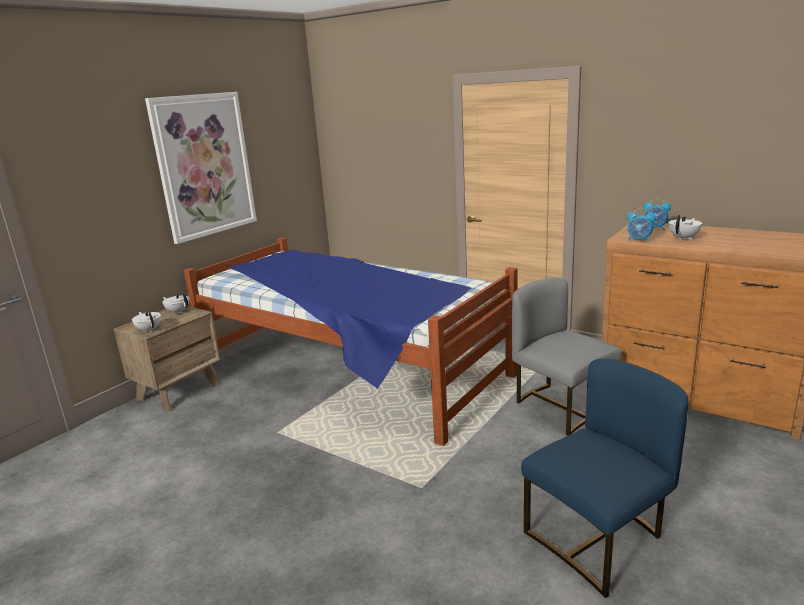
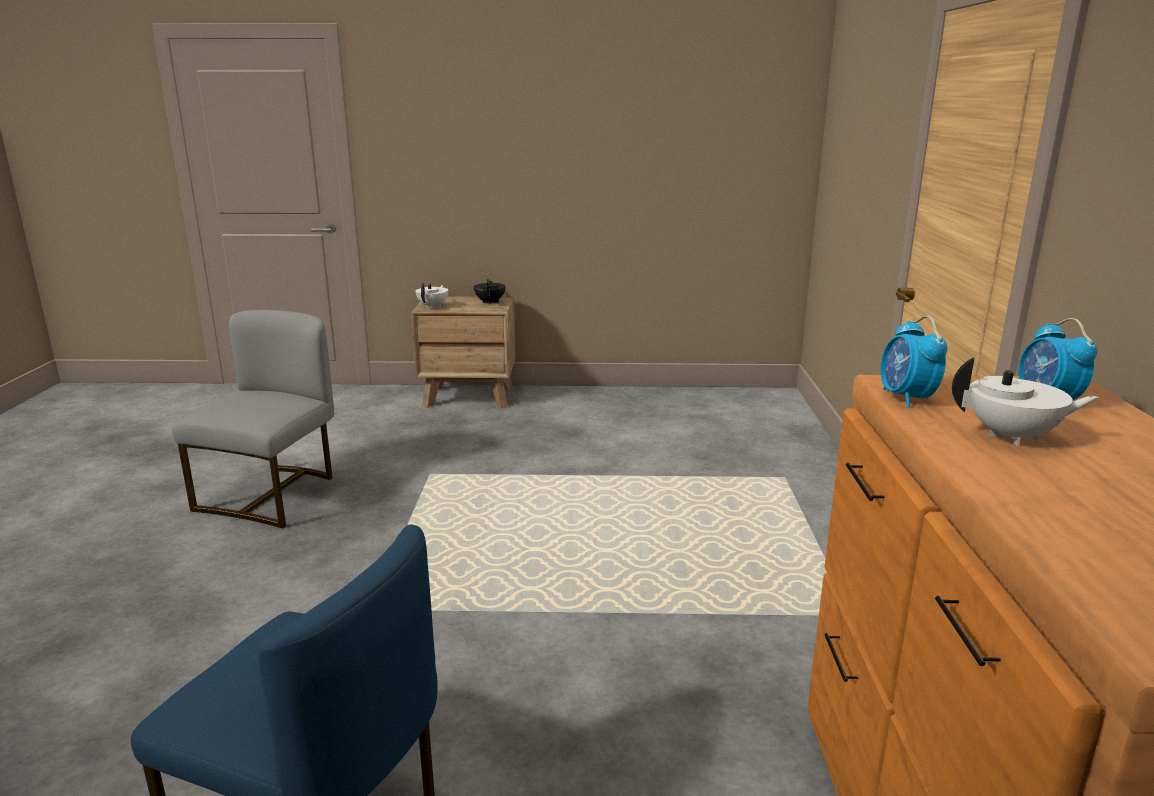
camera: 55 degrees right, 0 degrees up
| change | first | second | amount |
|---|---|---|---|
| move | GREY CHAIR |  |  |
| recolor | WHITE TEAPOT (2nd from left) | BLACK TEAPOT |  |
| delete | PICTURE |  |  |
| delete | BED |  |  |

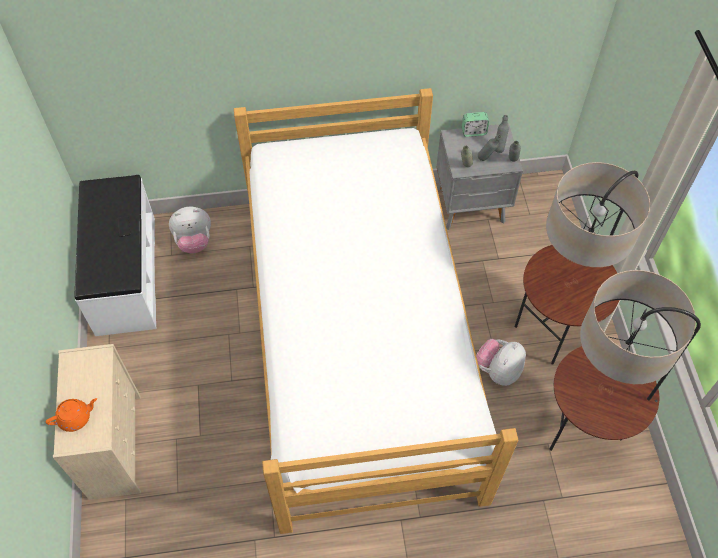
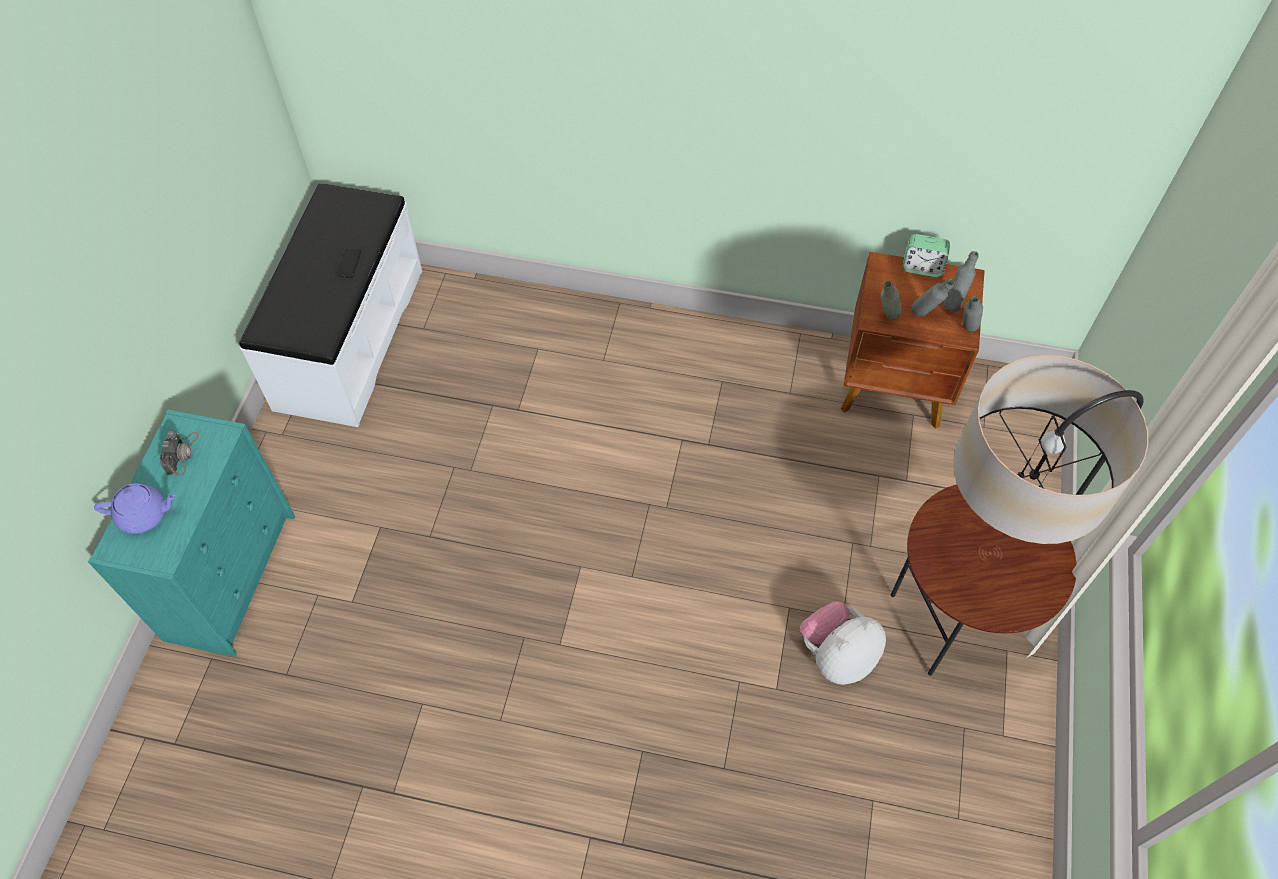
camera: 20 degrees right, 0 degrees up
| change | first | second | amount |
|---|---|---|---|
| recolor | BEIGE DRESSER | TURQUOISE DRESSER |  |
| recolor | ORANGE TEAPOT | PURPLE TEAPOT |  |
| insert |  | PHOTO CAMERA |  |
| recolor | GREY NIGHTSTAND | BROWN NIGHTSTAND |  |
| delete | PLUSH TOY (1st from left) |  |  |
| delete | BED |  |  |
| delete | FLOOR LAMP (2nd from left) |  |  |

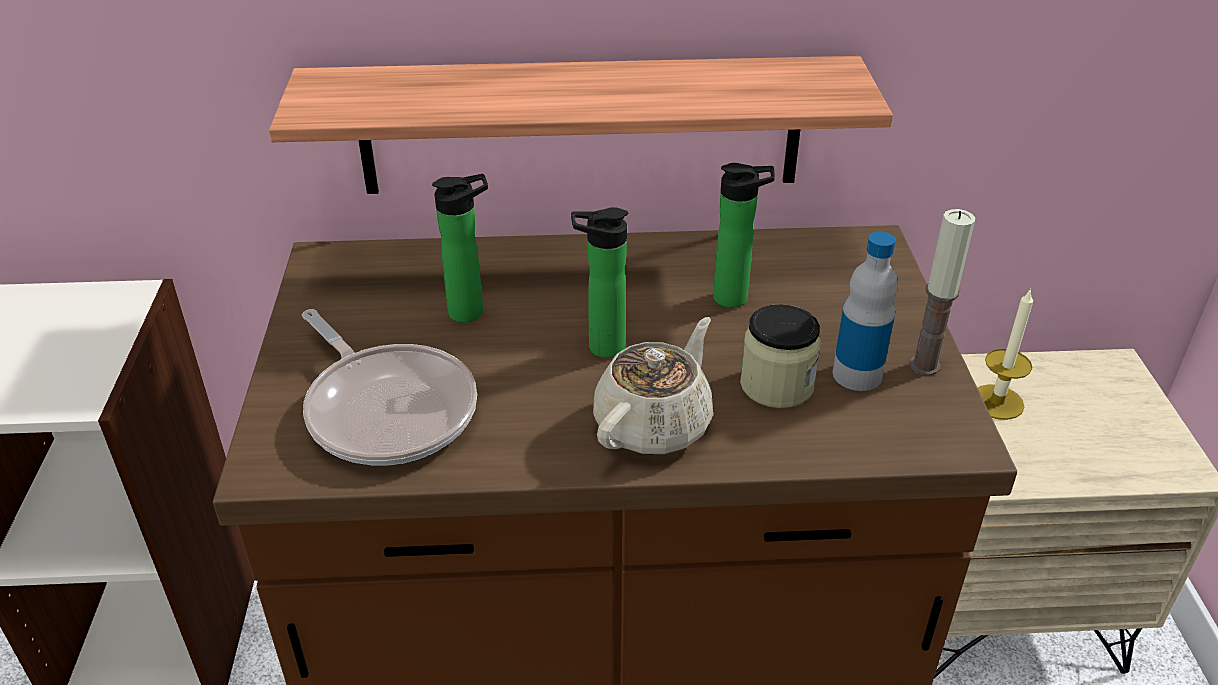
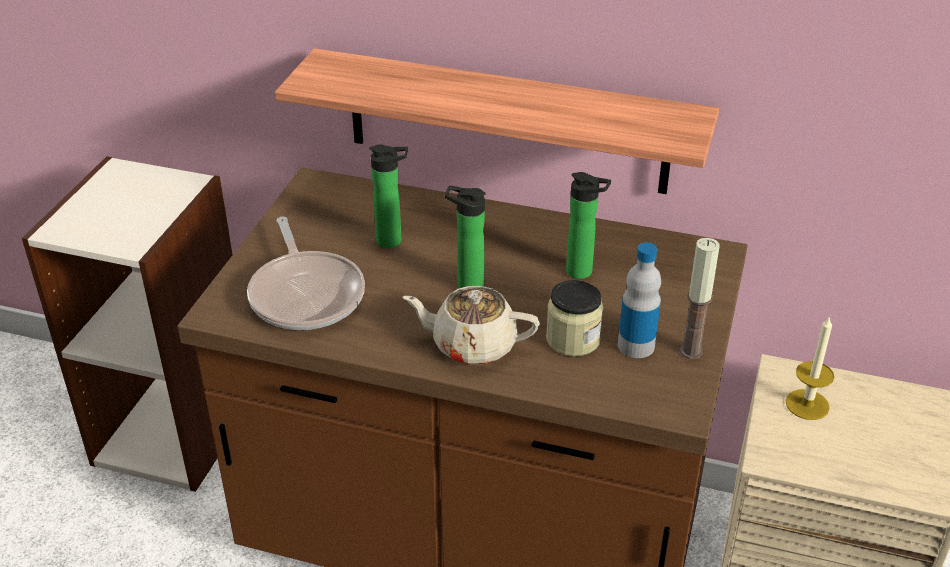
camera: 20 degrees right, 0 degrees up
| change | first | second | amount |
|---|---|---|---|
| rotate | BEIGE TEAPOT |  | 135 degrees counterclockwise |

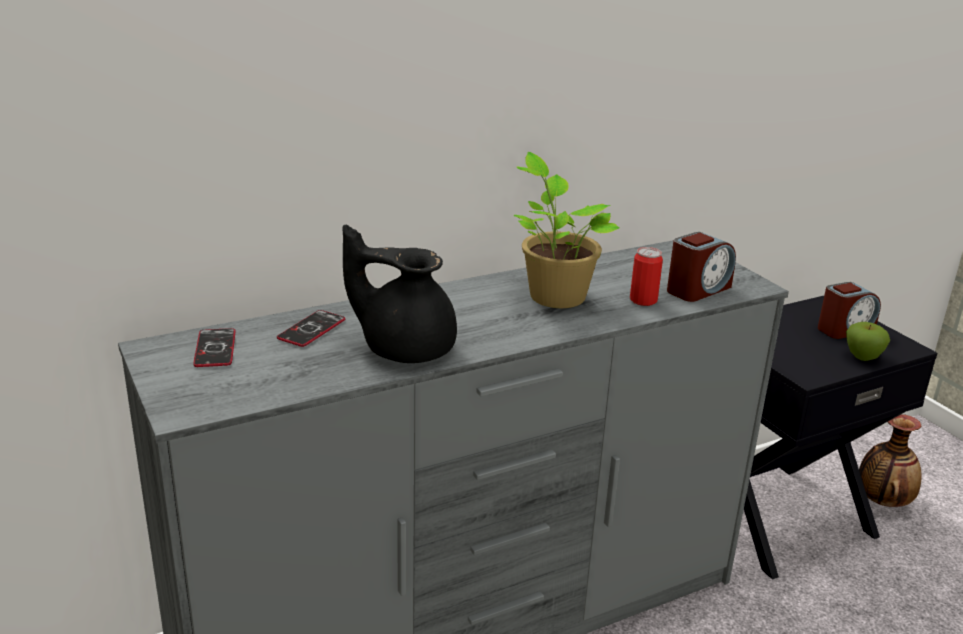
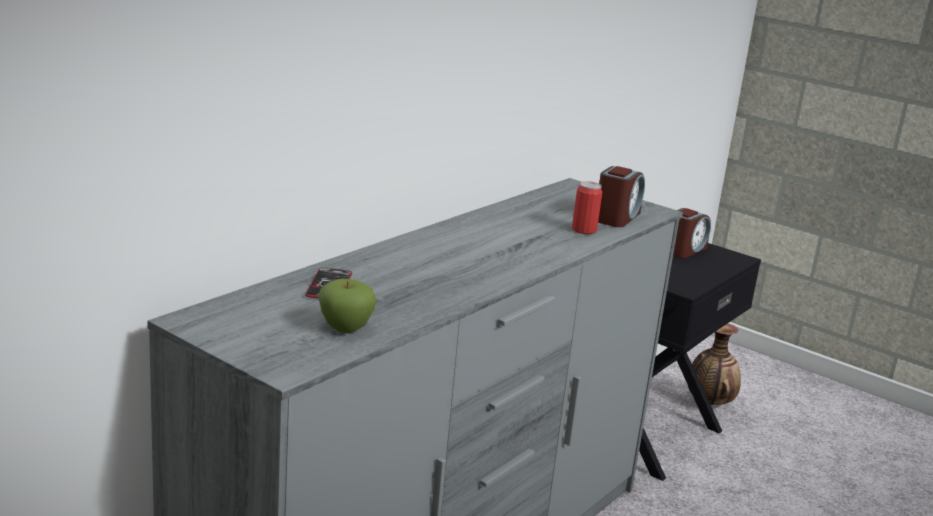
camera: 25 degrees left, 5 degrees down
| change | first | second | amount |
|---|---|---|---|
| move | APPLE |  |  |
| delete | PHONE (1st from left) |  |  |
| delete | BLACK TEAPOT |  |  |
| delete | POTTED PLANT |  |  |

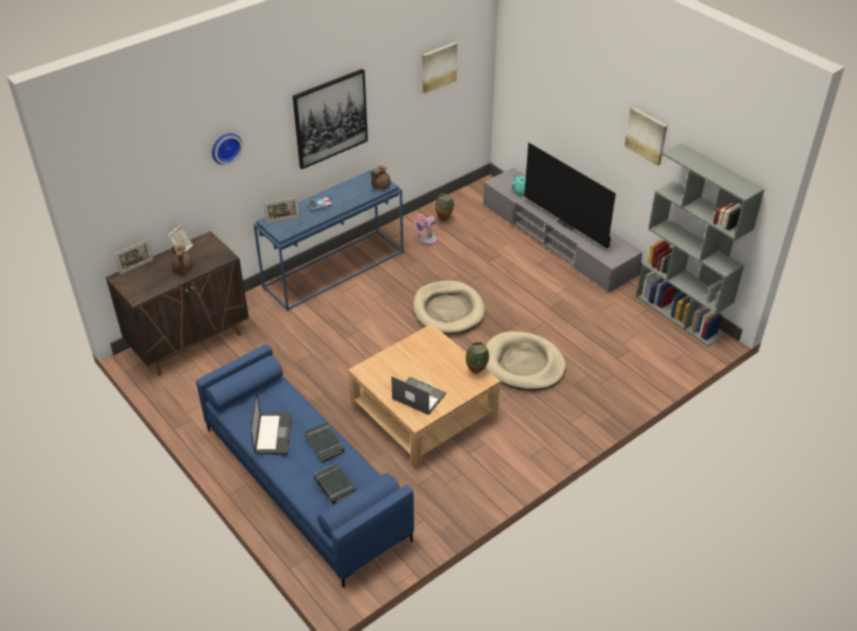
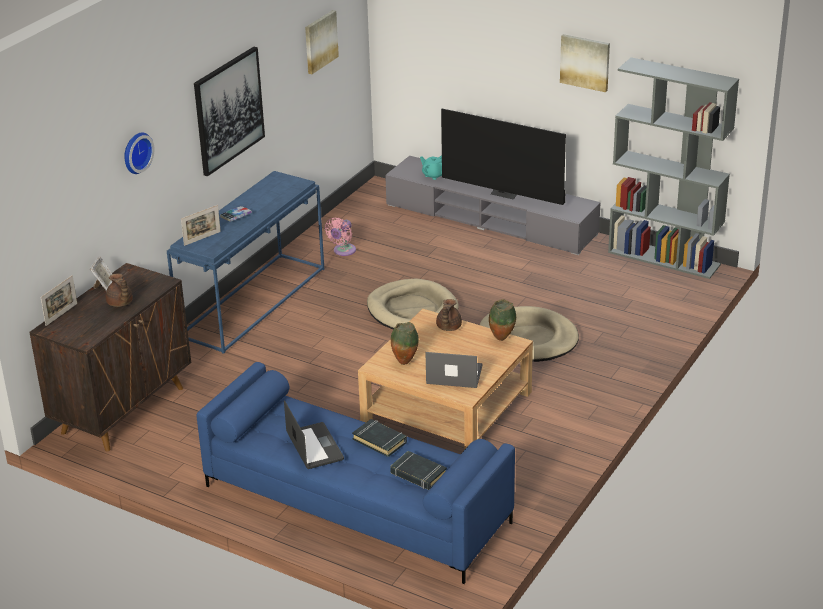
camera: 20 degrees left, 10 degrees down
| change | first | second | amount |
|---|---|---|---|
| move | VASE (1st from left) |  |  |
| move | BROWN TEAPOT (2nd from left) |  |  |

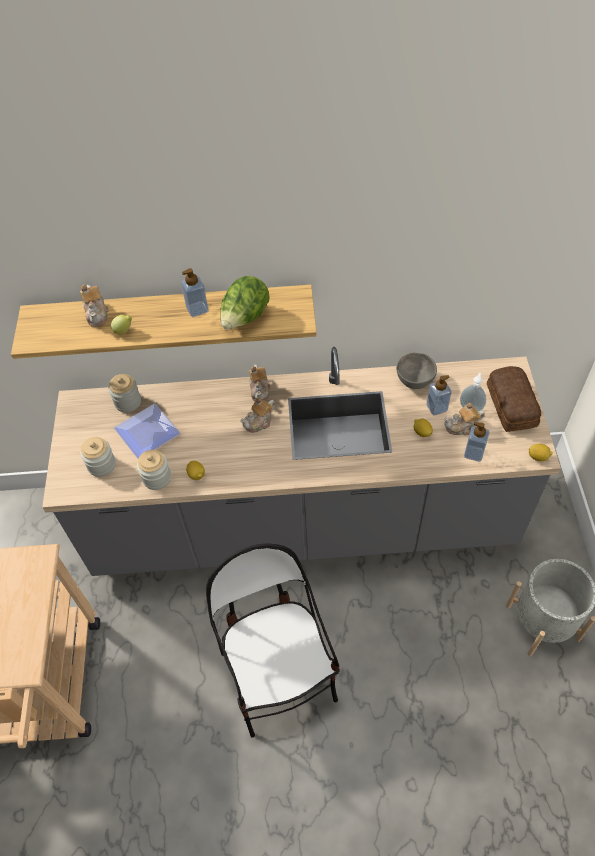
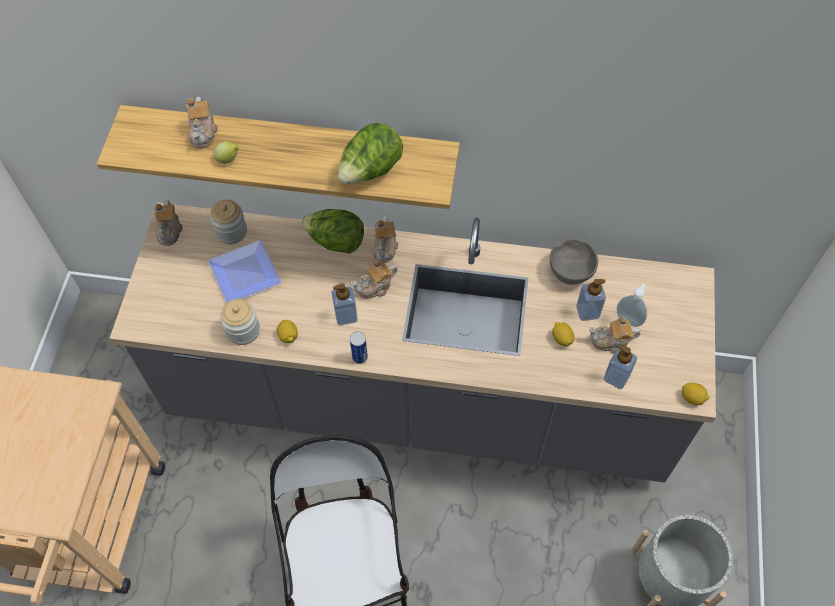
camera: 10 degrees right, 5 degrees up
| change | first | second | amount |
|---|---|---|---|
| insert |  | TEAPOT (1st from left) |  |
| insert |  | LETTUCE (1st from left) |  |
| move | SOAP DISPENSER (1st from left) |  |  |
| insert |  | CAN |  |
| delete | JAR (1st from left) |  |  |
| delete | BREAD |  |  |

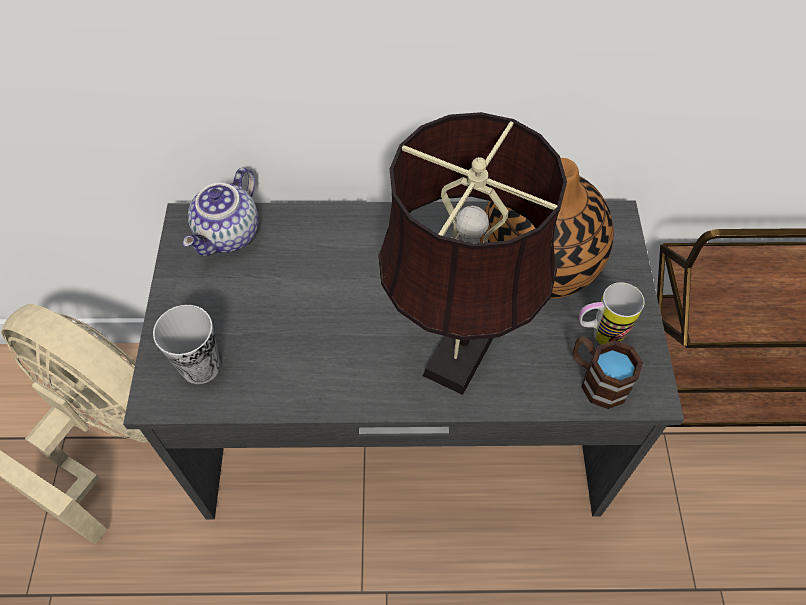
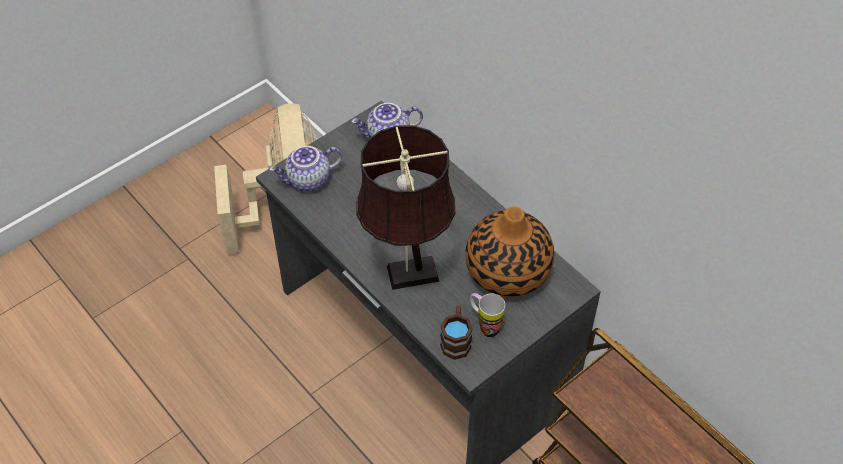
camera: 50 degrees right, 5 degrees down
| change | first | second | amount |
|---|---|---|---|
| replace | CUP | TEAPOT (1st from left) |  |

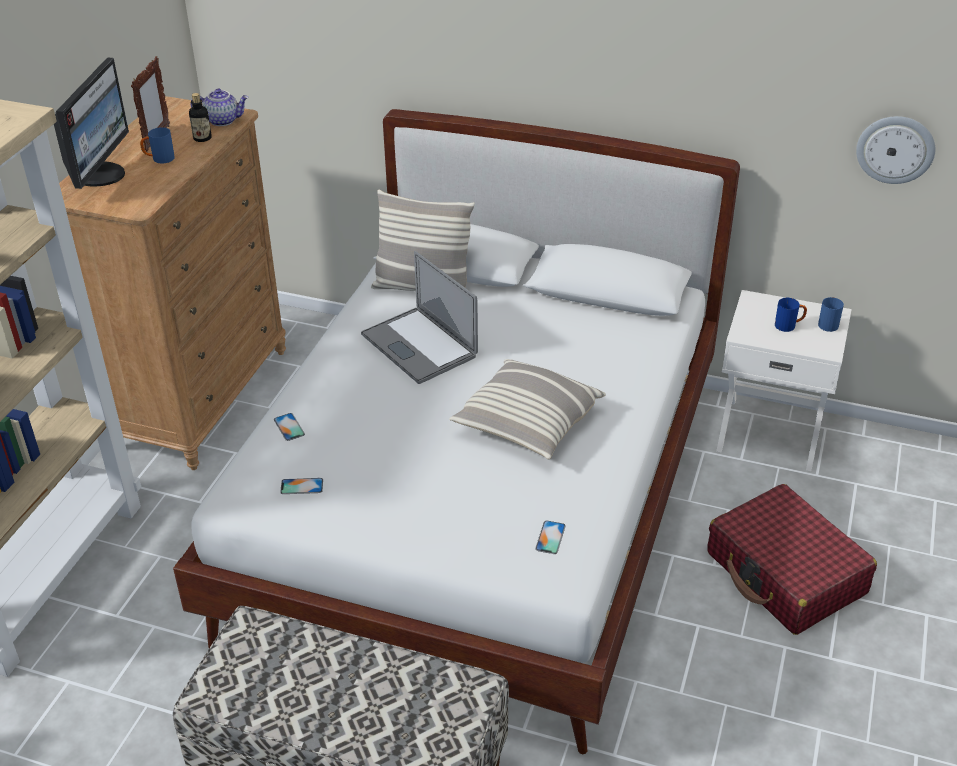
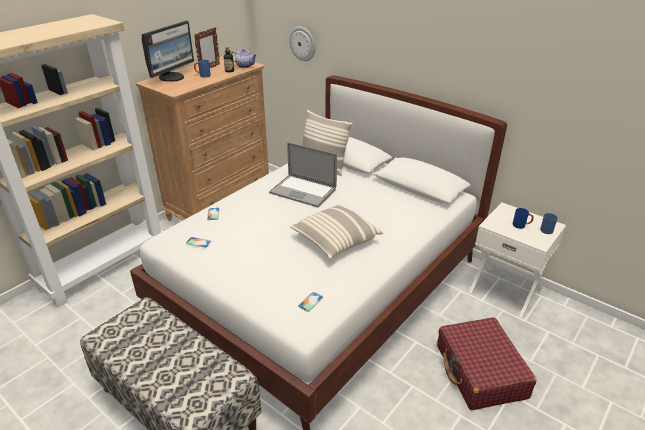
camera: 20 degrees right, 5 degrees down
| change | first | second | amount |
|---|---|---|---|
| rotate | LAPTOP |  | 45 degrees counterclockwise |
| move | WALL CLOCK |  |  |

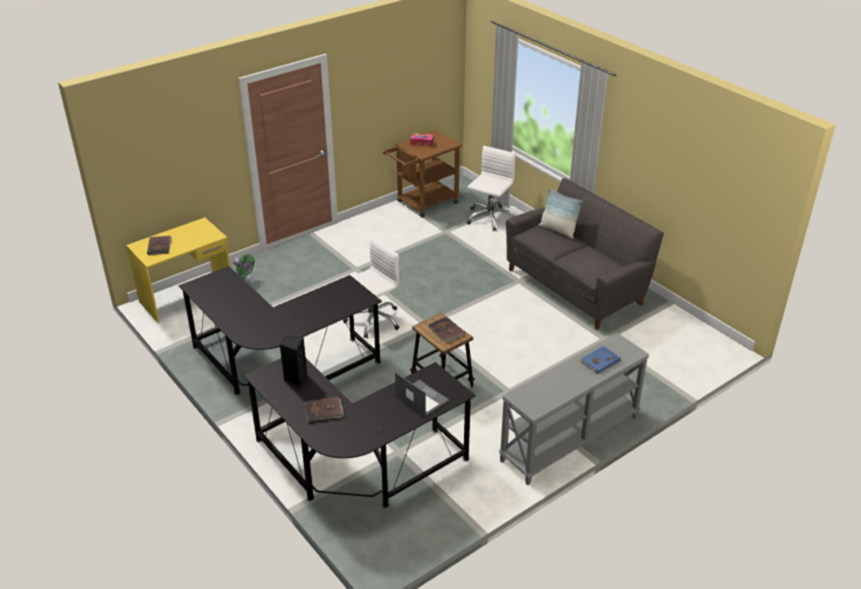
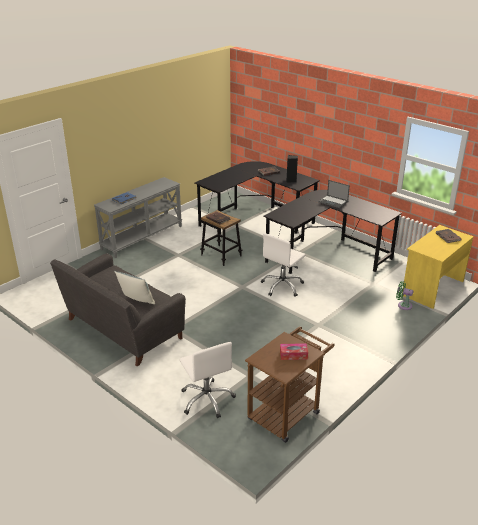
camera: 170 degrees right, 5 degrees down
| change | first | second | amount |
|---|---|---|---|
| rotate | WHITE OFFICE CHAIR (2nd from left in the first image) | WHITE OFFICE CHAIR (1st from left) | 45 degrees counterclockwise |
| move | LAPTOP |  |  |

